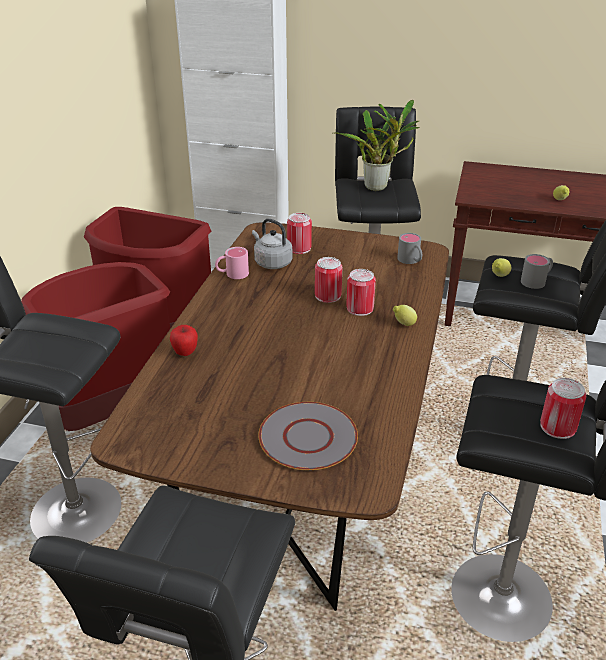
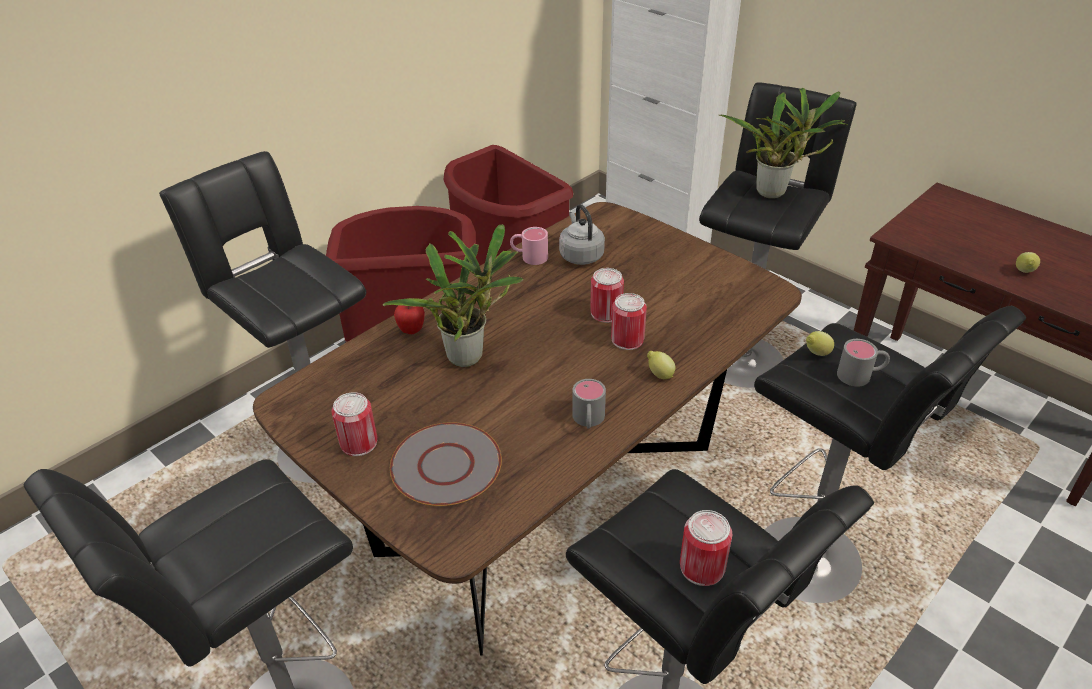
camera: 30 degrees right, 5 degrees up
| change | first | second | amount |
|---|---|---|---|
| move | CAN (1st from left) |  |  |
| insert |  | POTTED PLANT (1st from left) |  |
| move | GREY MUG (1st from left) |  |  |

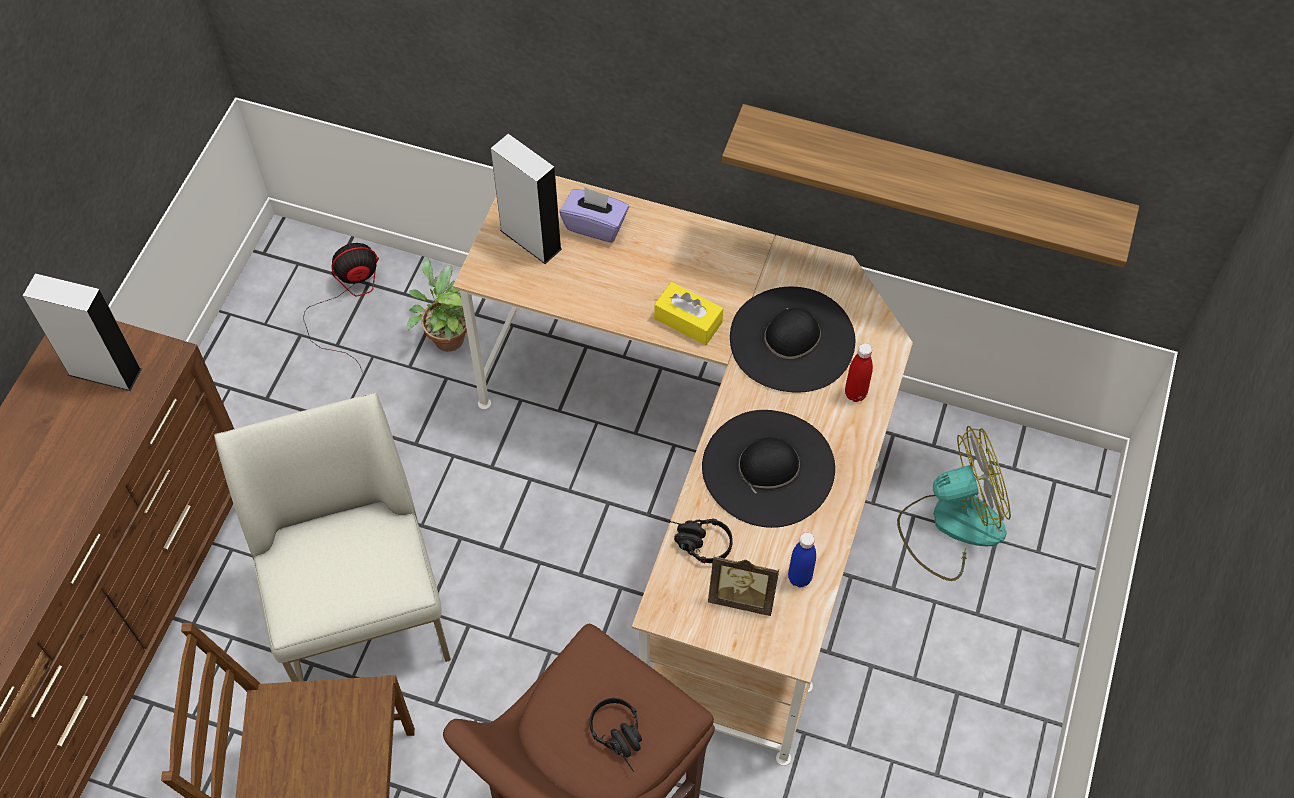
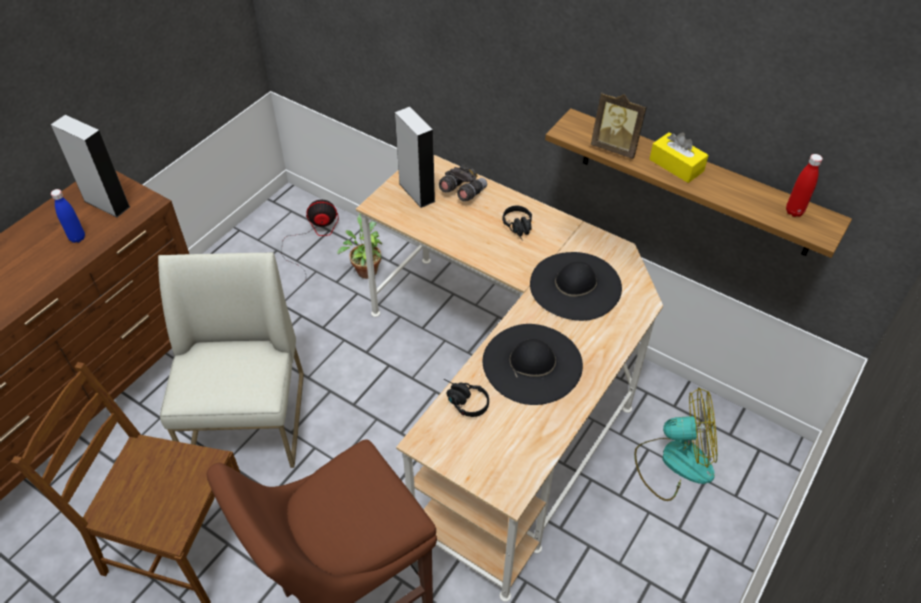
camera: 15 degrees right, 10 degrees down
| change | first | second | amount |
|---|---|---|---|
| move | BLUE BOTTLE |  |  |
| replace | PURPLE TISSUE BOX | GREY BINOCULARS |  |
| move | BLACK HEADPHONES (1st from left in the first image) | BLACK HEADPHONES (2nd from left) |  |
| move | PICTURE FRAME |  |  |
| move | YELLOW TISSUE BOX |  |  |
| move | RED BOTTLE |  |  |

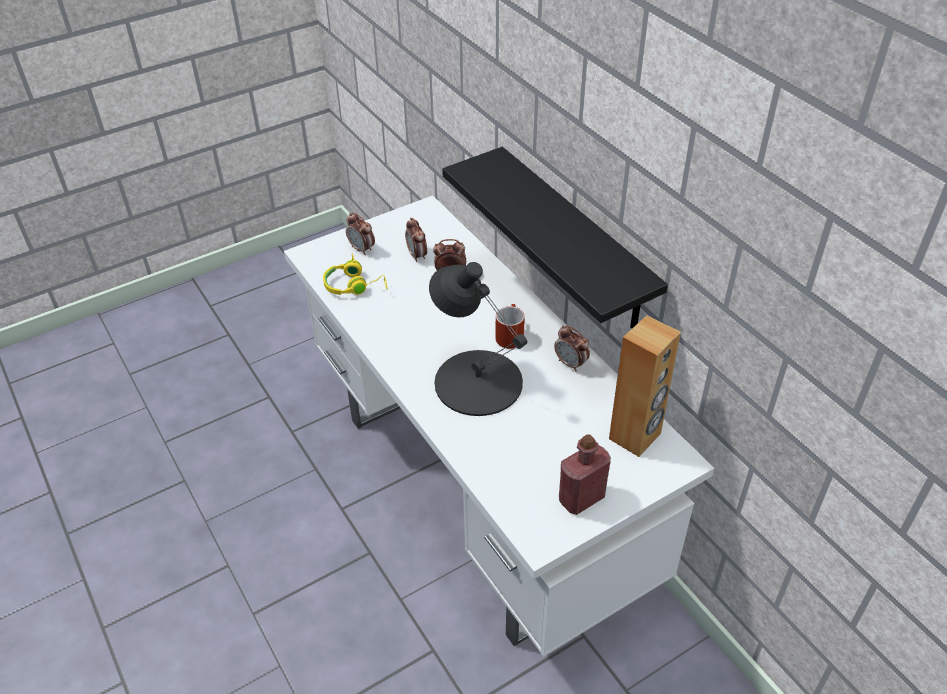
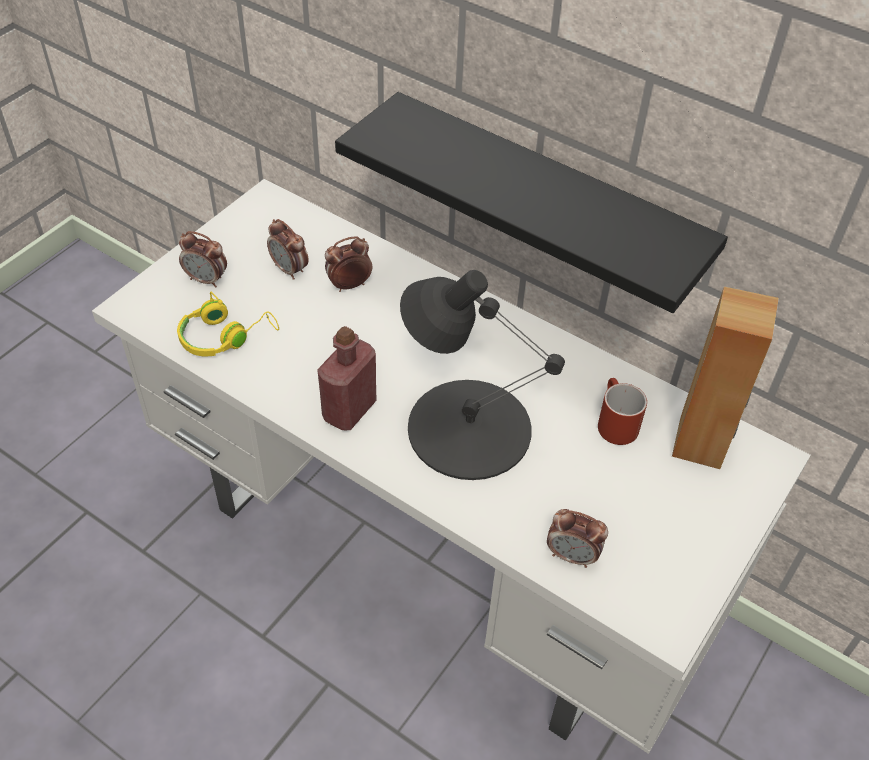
camera: 25 degrees left, 5 degrees up
| change | first | second | amount |
|---|---|---|---|
| move | RED BOTTLE |  |  |
| move | ALARM CLOCK (4th from left) |  |  |
| move | RED MUG |  |  |

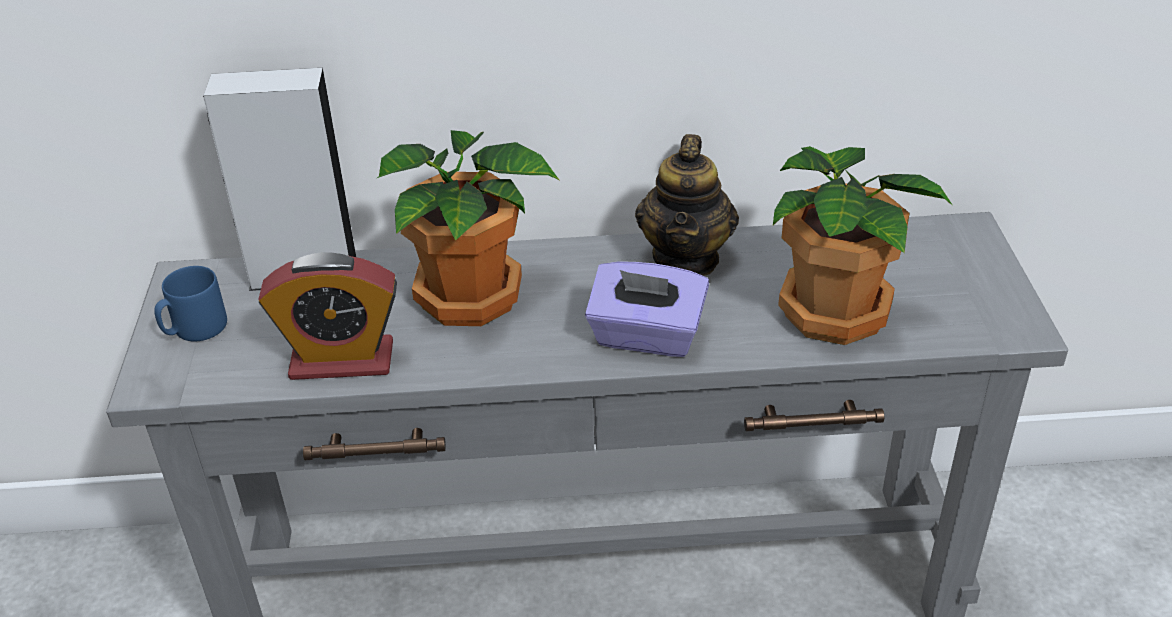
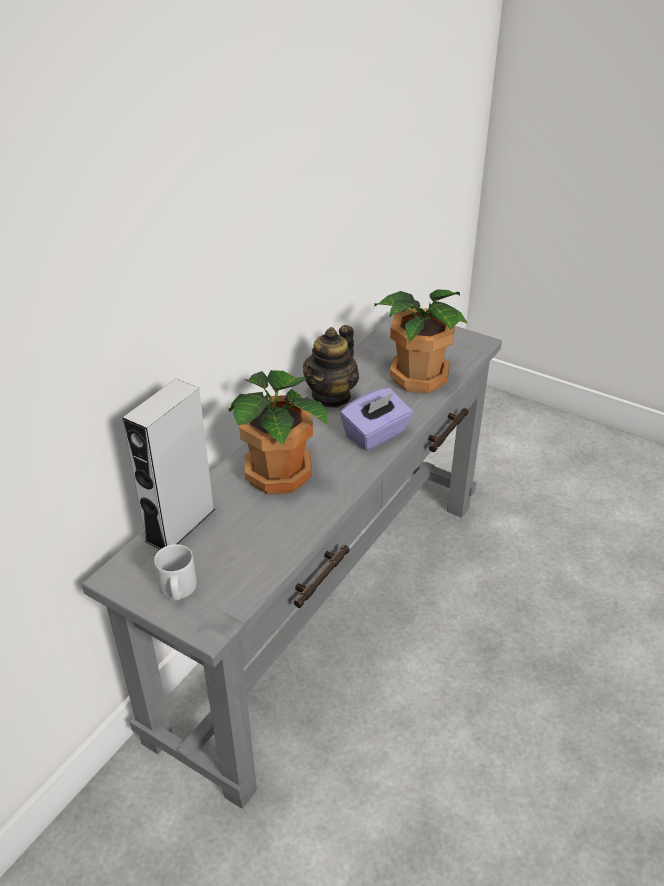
camera: 55 degrees left, 0 degrees up
| change | first | second | amount |
|---|---|---|---|
| recolor | BLUE MUG | GREY MUG |  |
| rotate | TEAPOT |  | 75 degrees clockwise |
| delete | ALARM CLOCK |  |  |

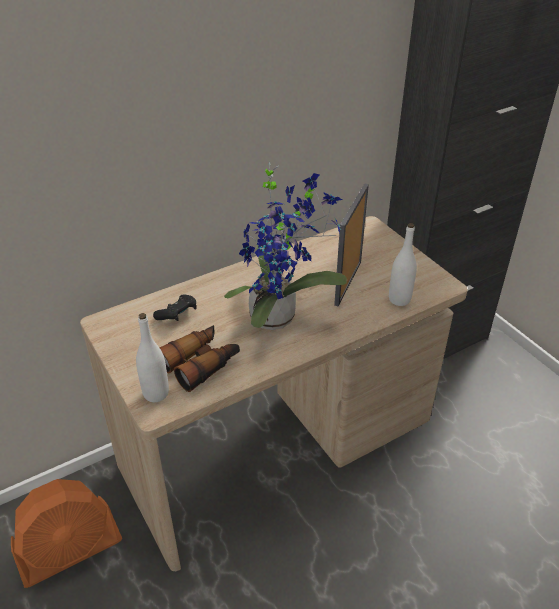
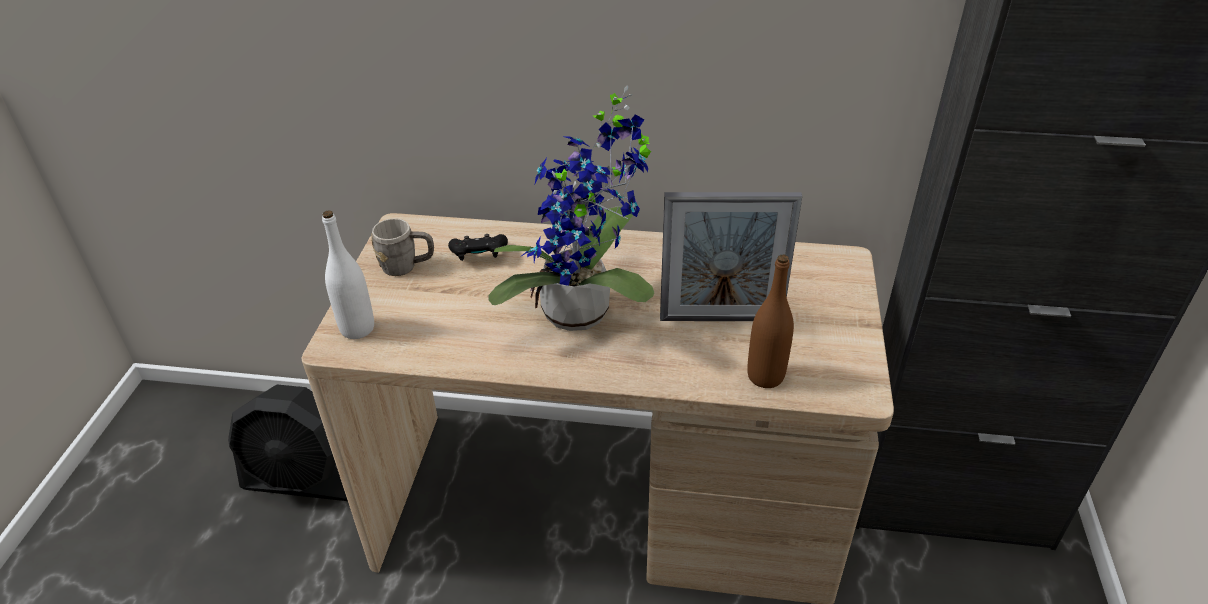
camera: 40 degrees right, 0 degrees up
| change | first | second | amount |
|---|---|---|---|
| recolor | ORANGE FAN | BLACK FAN |  |
| insert |  | GREY MUG |  |
| rotate | PICTURE FRAME |  | 150 degrees counterclockwise |
| recolor | WHITE BOTTLE (2nd from left) | BROWN BOTTLE |  |
| delete | BINOCULARS |  |  |

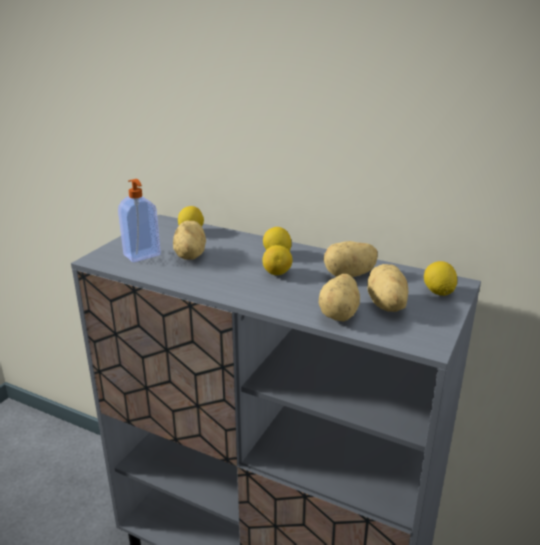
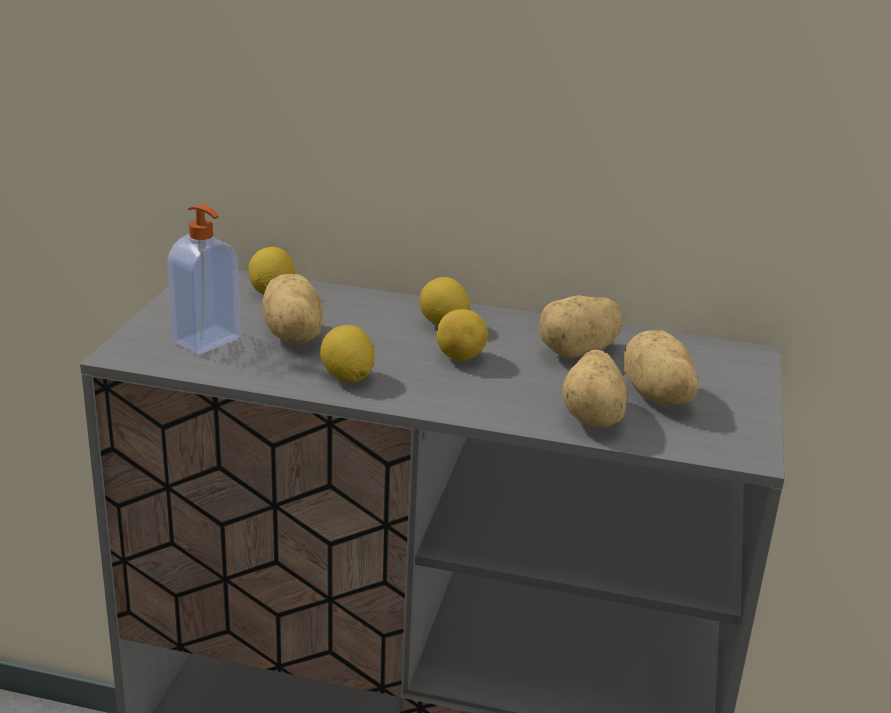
camera: 15 degrees left, 0 degrees up
| change | first | second | amount |
|---|---|---|---|
| move | LEMON (4th from left in the first image) | LEMON (2nd from left) |  |

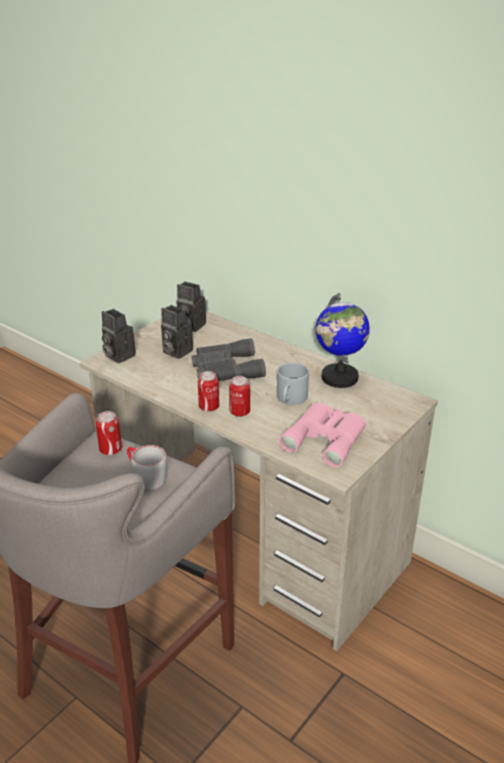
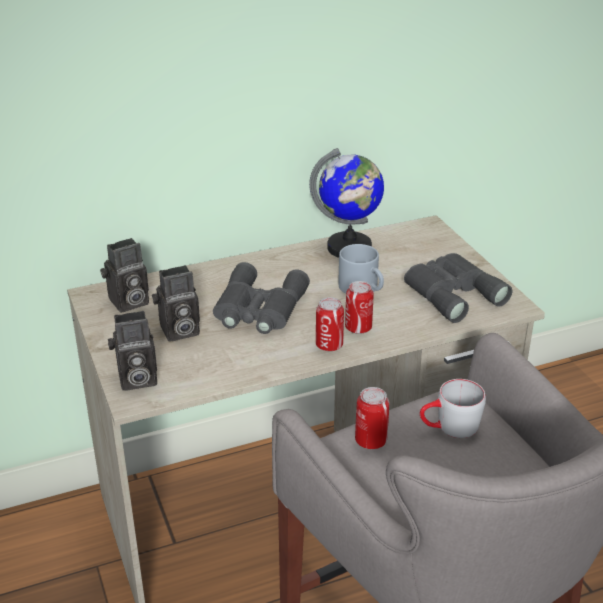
camera: 60 degrees left, 0 degrees up
| change | first | second | amount |
|---|---|---|---|
| recolor | PINK BINOCULARS | GREY BINOCULARS (2nd from left) |  |

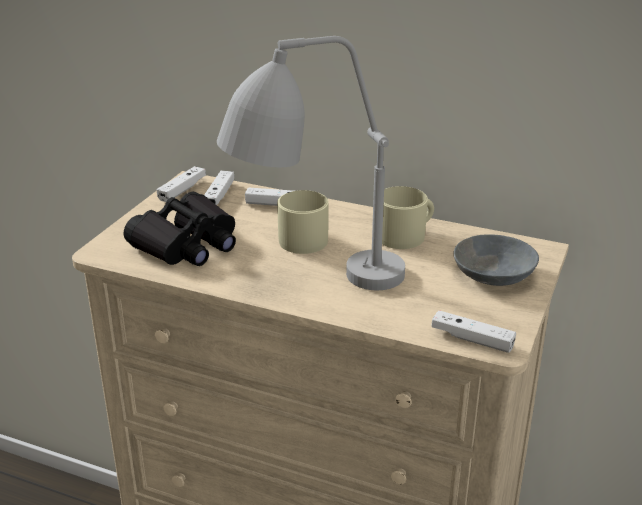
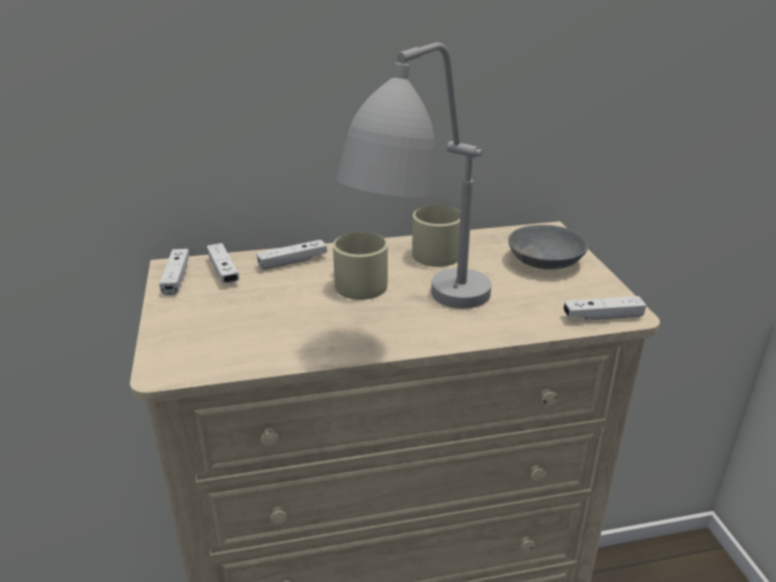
camera: 35 degrees left, 0 degrees up
| change | first | second | amount |
|---|---|---|---|
| delete | BLACK BINOCULARS |  |  |

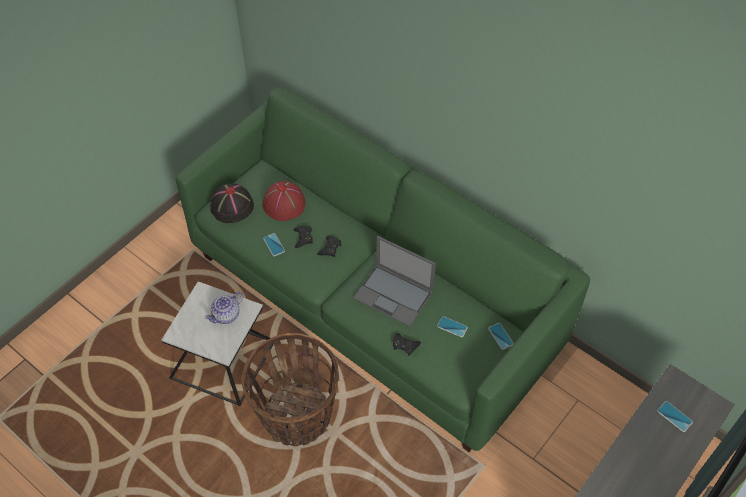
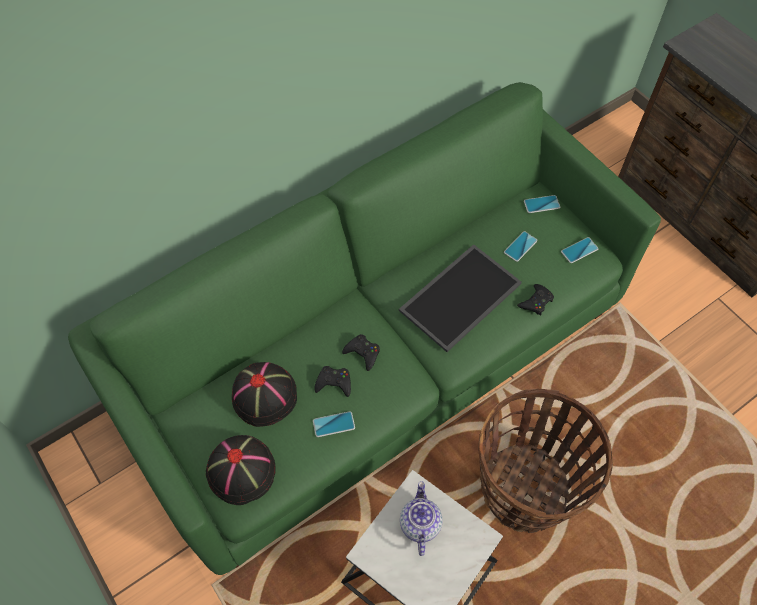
camera: 75 degrees left, 5 degrees up
| change | first | second | amount |
|---|---|---|---|
| recolor | RED HAT | BLACK HAT (2nd from left) |  |
| replace | LAPTOP | TRAY |  |
| rotate | TEAPOT |  | 150 degrees counterclockwise |
| move | PHONE (4th from left) |  |  |

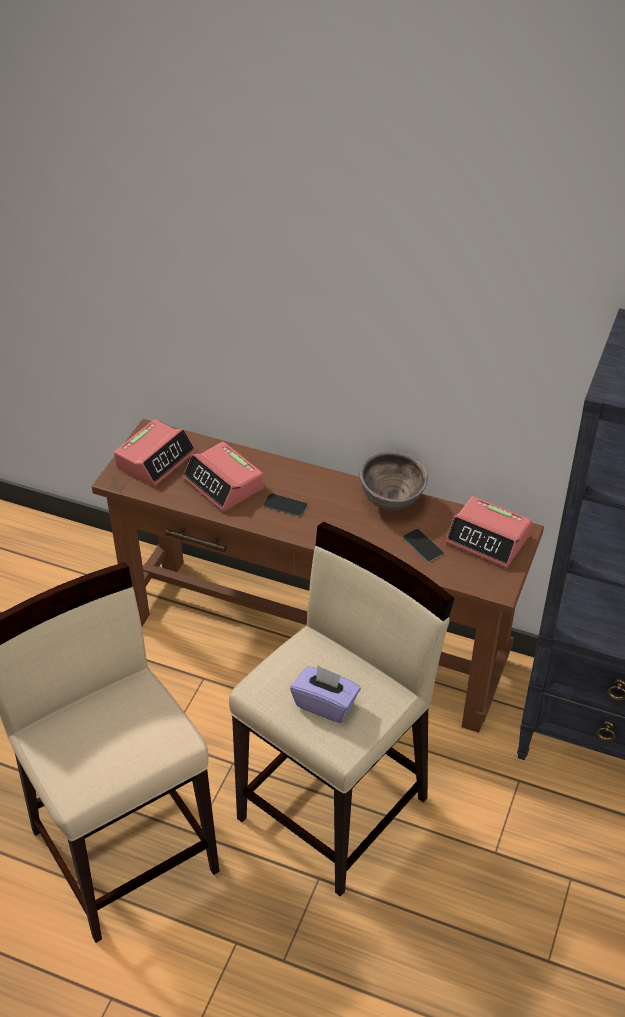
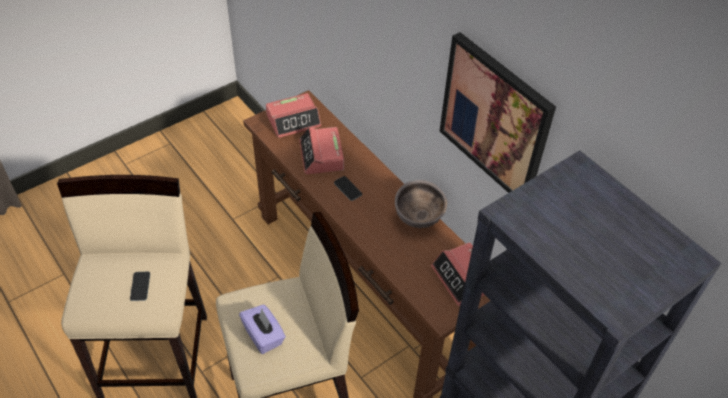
camera: 30 degrees right, 5 degrees up
| change | first | second | amount |
|---|---|---|---|
| move | PHONE (2nd from left in the first image) | PHONE (1st from left) |  |
| insert |  | PICTURE |  |

